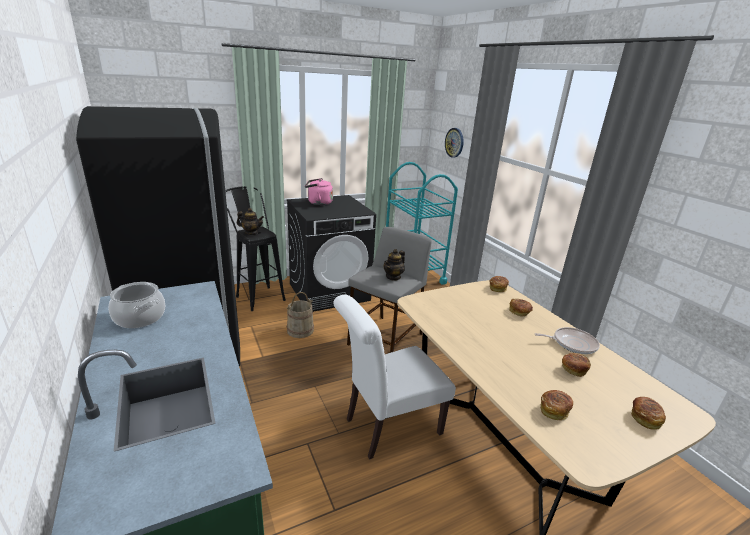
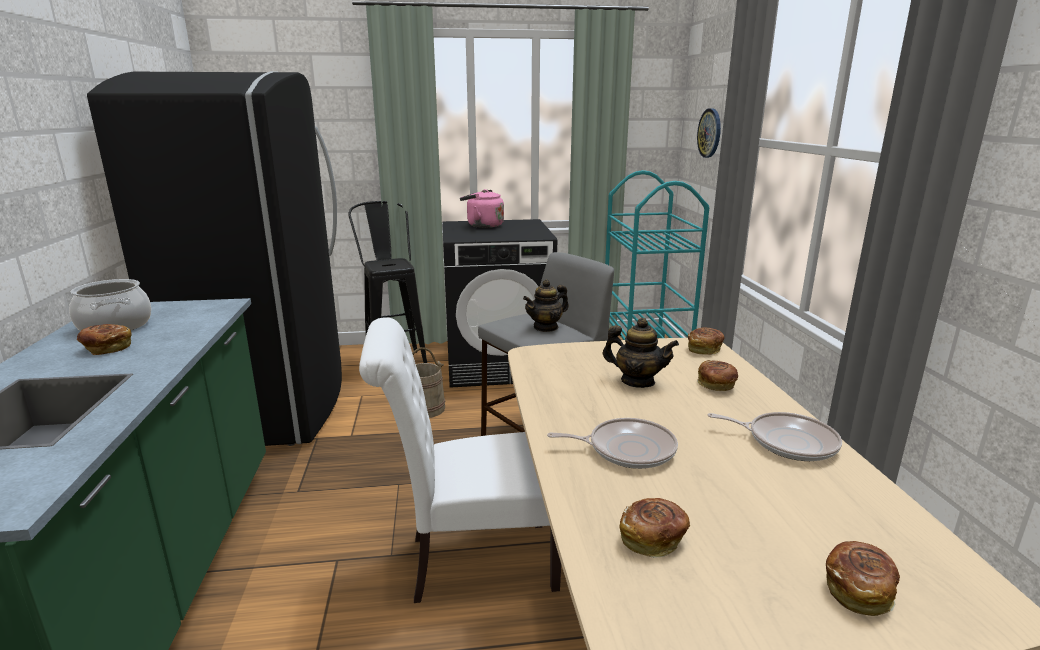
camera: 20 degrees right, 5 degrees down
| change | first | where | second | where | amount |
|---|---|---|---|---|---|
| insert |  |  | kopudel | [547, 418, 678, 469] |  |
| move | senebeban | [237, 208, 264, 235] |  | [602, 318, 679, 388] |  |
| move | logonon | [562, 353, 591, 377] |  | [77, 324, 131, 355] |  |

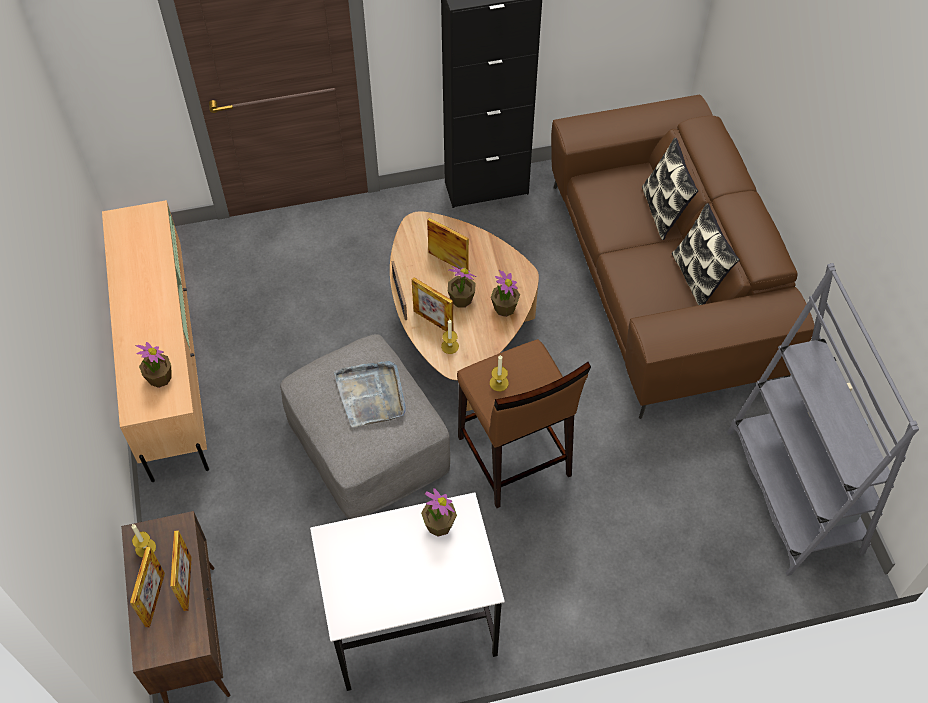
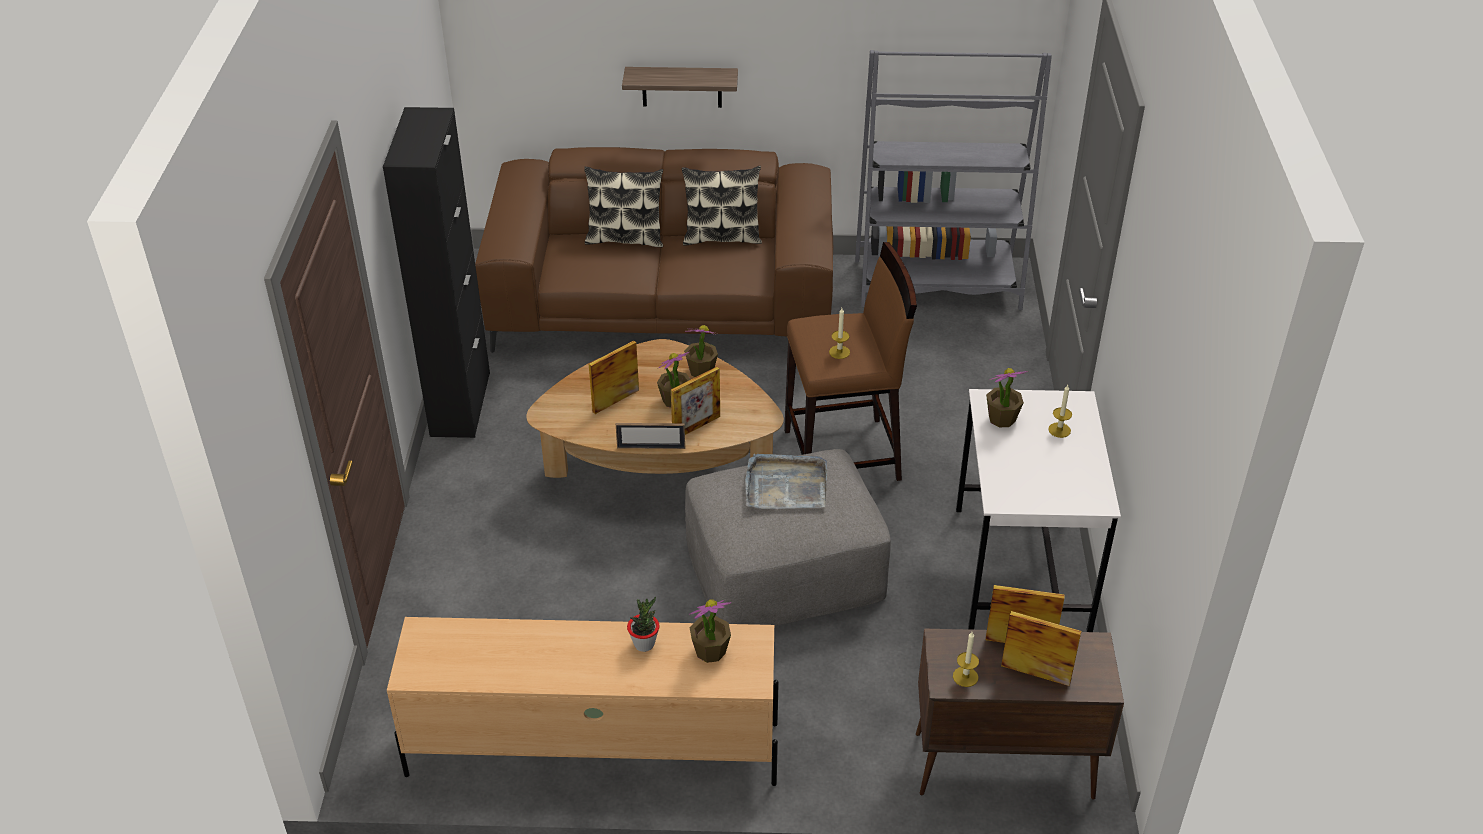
camera: 75 degrees left, 15 degrees down
| change | first | where | second | where | amount |
|---|---|---|---|---|---|
| insert |  |  | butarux | [622, 67, 738, 108] |  |
| insert |  |  | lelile | [627, 597, 660, 652] |  |
| move | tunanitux | [441, 319, 459, 354] |  | [1048, 385, 1072, 438] |  |

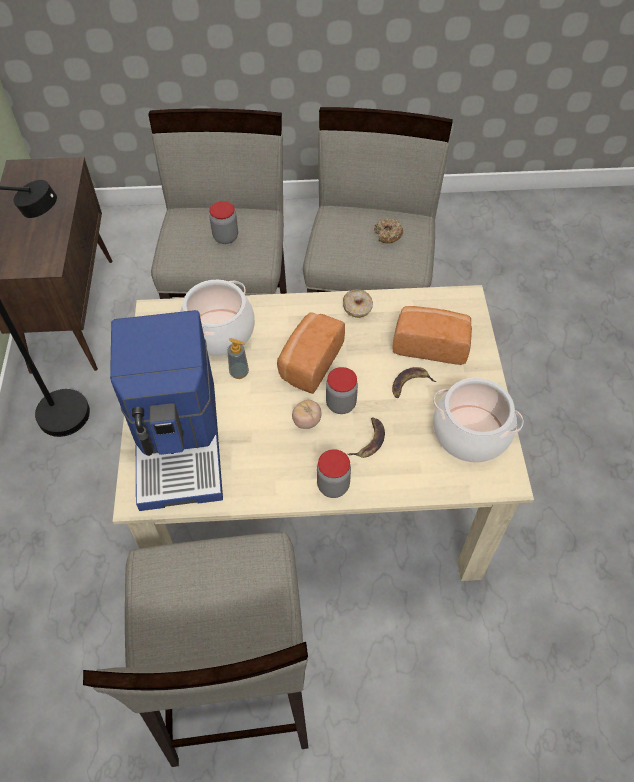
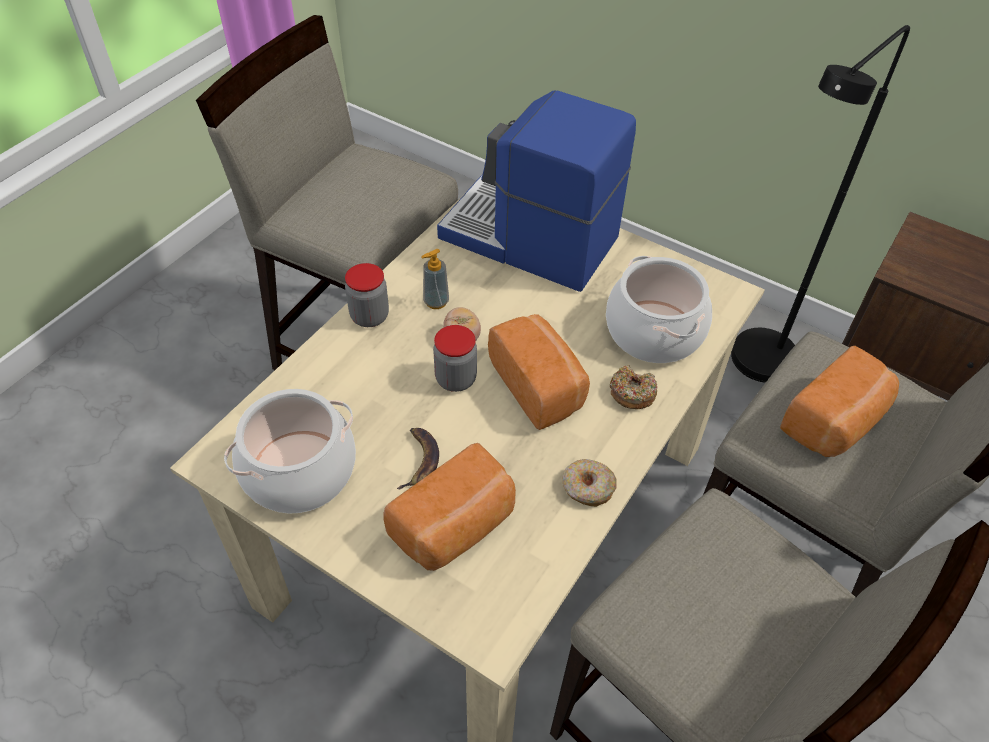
camera: 125 degrees right, 5 degrees down
| change | first | where | second | where | amount |
|---|---|---|---|---|---|
| delete | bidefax | [347, 417, 385, 458] |  |  |  |
| move | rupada | [227, 338, 249, 379] |  | [421, 249, 449, 309] |  |
| move | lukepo | [374, 218, 403, 243] |  | [610, 365, 657, 409] |  |
| replace | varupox | [209, 201, 238, 244] | logonon | [780, 346, 899, 457] |  |

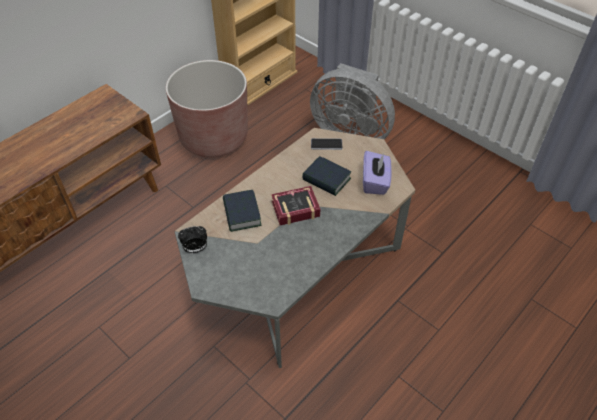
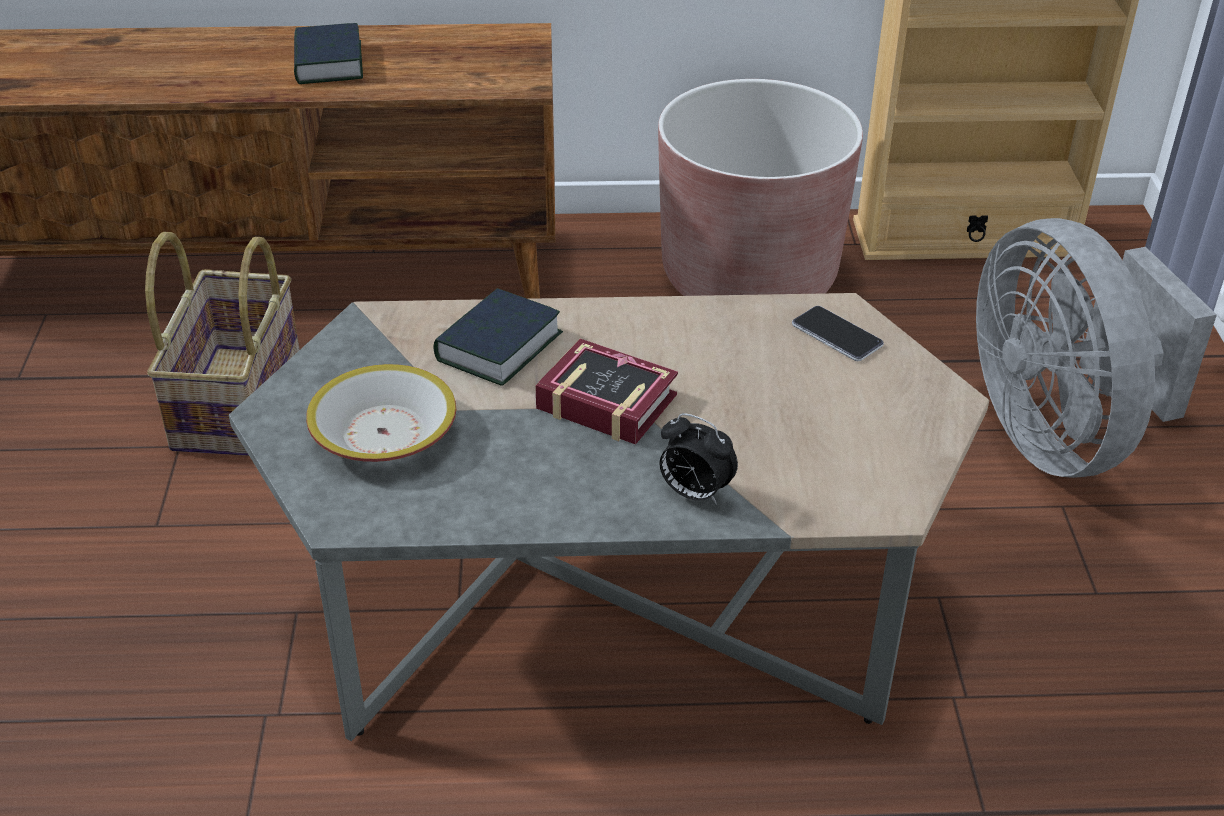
camera: 45 degrees right, 10 degrees down
| change | first | where | second | where | amount |
|---|---|---|---|---|---|
| delete | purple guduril | [363, 151, 392, 195] |  |  |  |
| insert |  |  | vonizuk | [145, 232, 300, 456] |  |
| insert |  |  | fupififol | [306, 364, 456, 462] |  |
| move | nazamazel | [178, 226, 207, 253] |  | [660, 413, 738, 505] |  |
| move | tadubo | [302, 156, 351, 196] |  | [294, 23, 363, 84] |  |

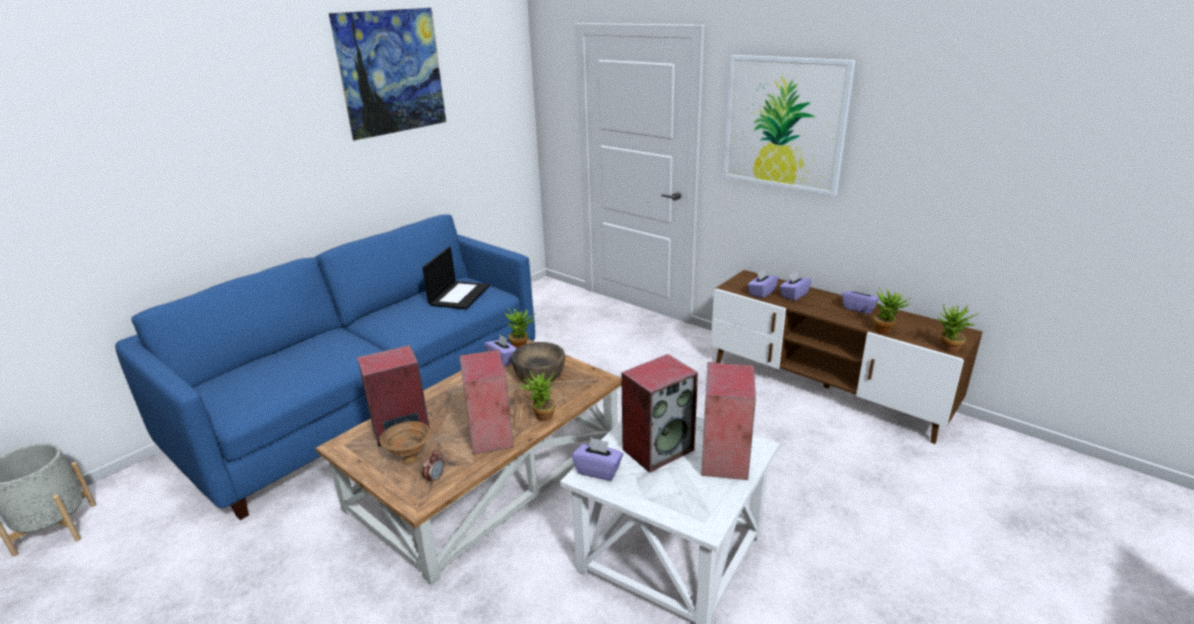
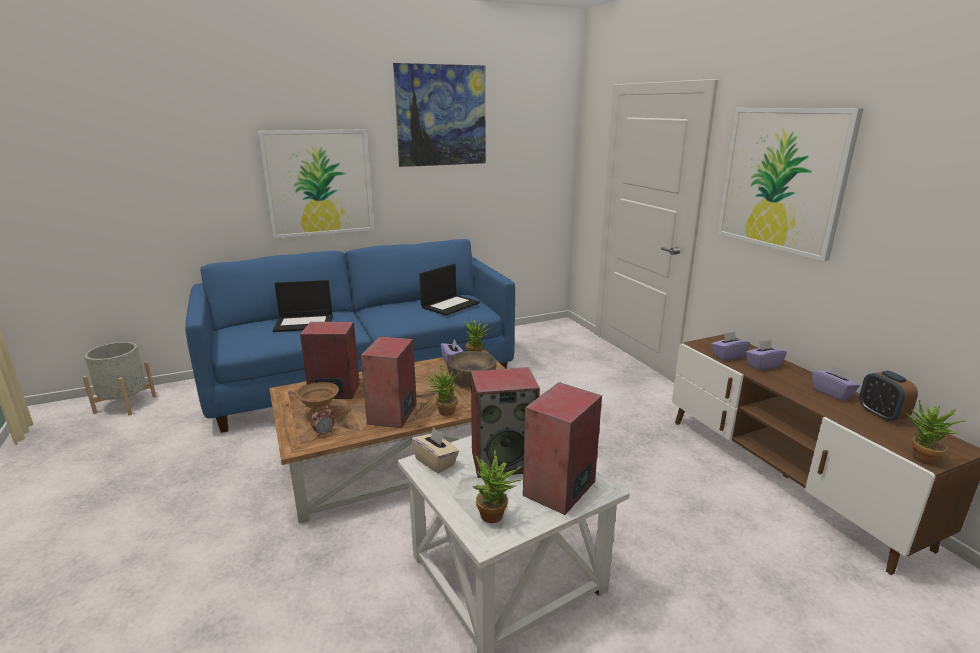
camera: 25 degrees right, 5 degrees down
| change | first | where | second | where | amount |
|---|---|---|---|---|---|
| insert |  |  | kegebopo | [258, 129, 374, 238] |  |
| insert |  |  | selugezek | [273, 280, 333, 332] |  |
| insert |  |  | nazamazel | [859, 370, 918, 422] |  |
| move | lelile | [873, 287, 910, 334] |  | [472, 450, 522, 523] |  |
| recolor | purple guduril | [572, 438, 623, 481] | beige guduril | [411, 427, 459, 473] |  |

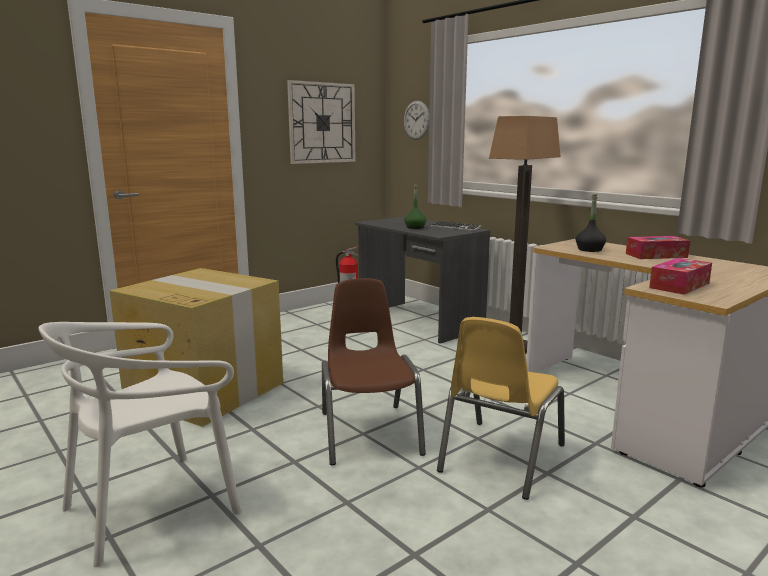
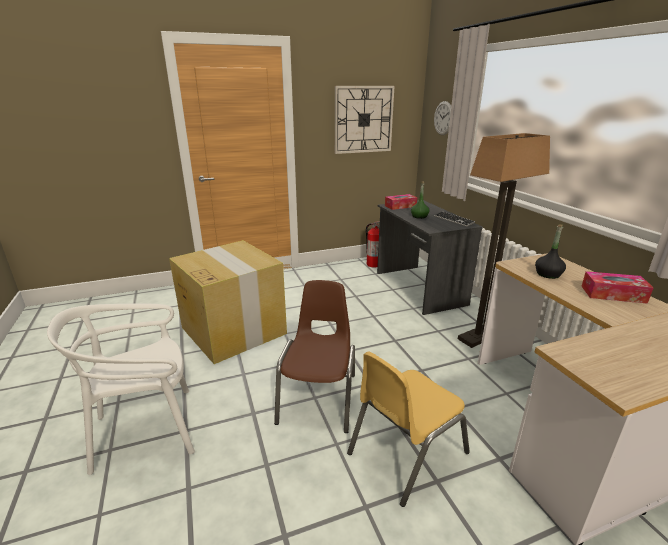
camera: 20 degrees right, 10 degrees up
| change | first | where | second | where | amount |
|---|---|---|---|---|---|
| move | guduril | [649, 258, 712, 295] |  | [385, 194, 417, 210] |  |

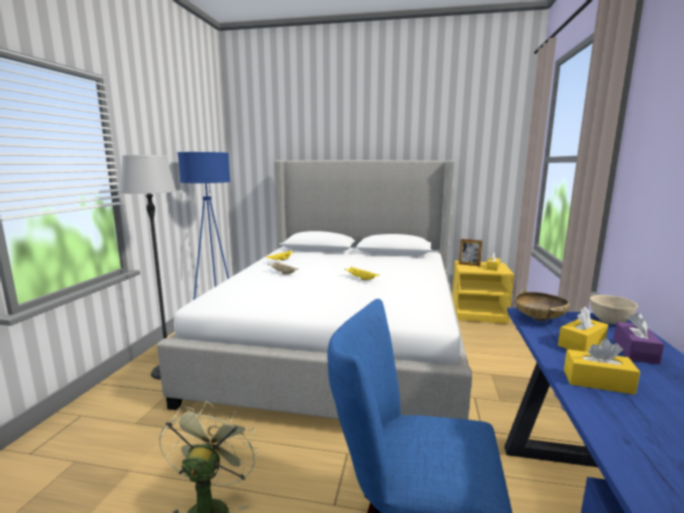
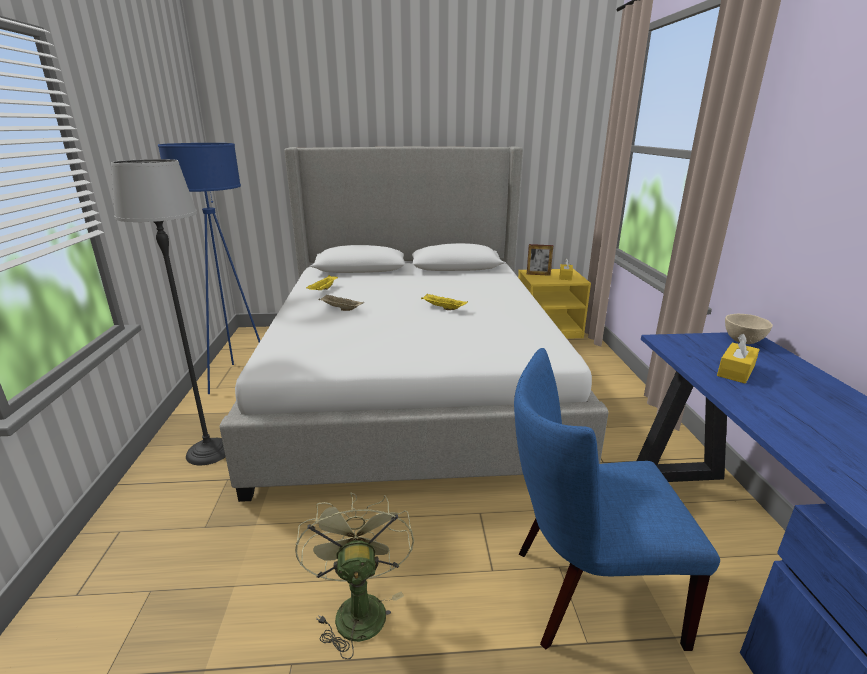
camera: 15 degrees left, 10 degrees up
| change | first | where | second | where | amount |
|---|---|---|---|---|---|
| delete | beige fupififol | [515, 290, 570, 321] |  |  |  |
| delete | yellow guduril | [564, 339, 640, 395] |  |  |  |
| delete | purple guduril | [613, 312, 664, 365] |  |  |  |

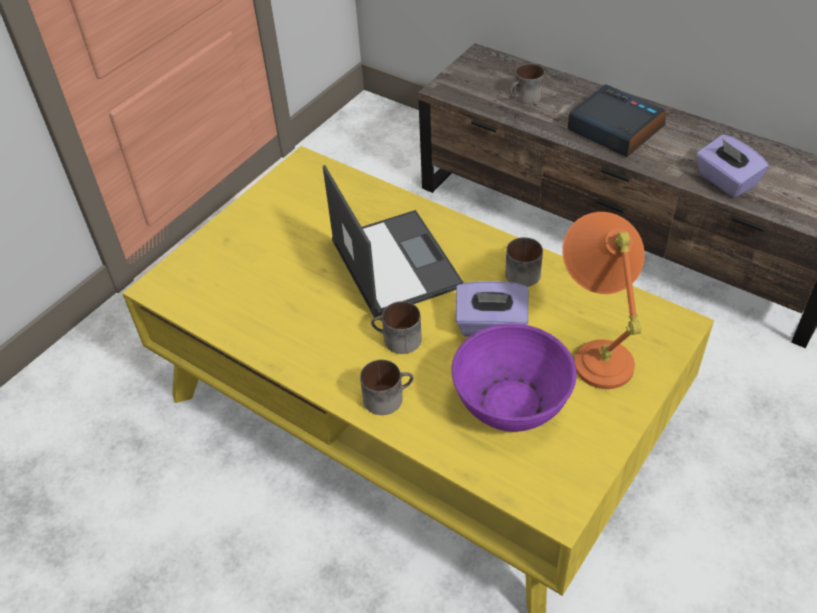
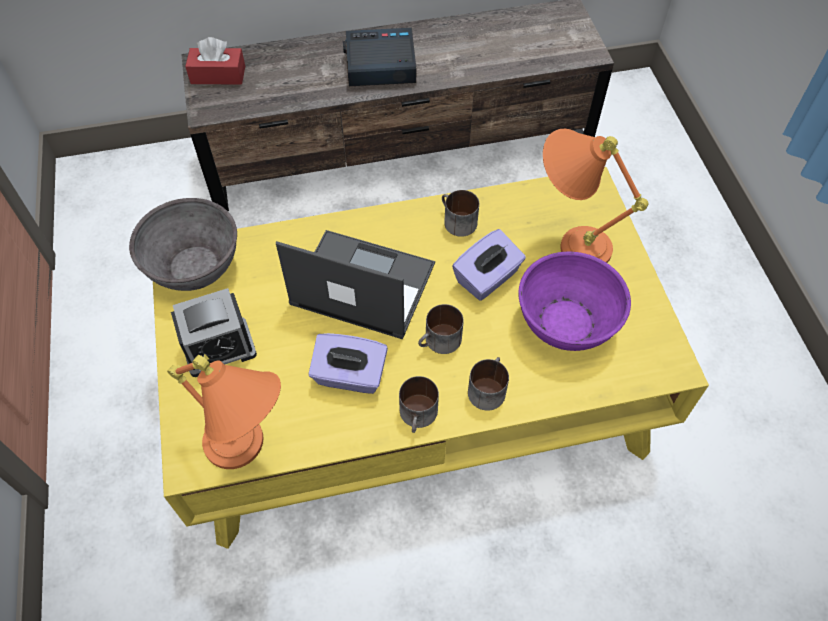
camera: 50 degrees left, 10 degrees up
| change | first | where | second | where | amount |
|---|---|---|---|---|---|
| insert |  |  | grey fupififol | [129, 198, 237, 291] |  |
| insert |  |  | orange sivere | [167, 354, 281, 469] |  |
| insert |  |  | nazamazel | [171, 288, 257, 377] |  |
| insert |  |  | red guduril | [185, 37, 245, 85] |  |
| move | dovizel | [510, 63, 545, 104] |  | [399, 376, 439, 433] |  |
| move | purple guduril | [696, 134, 769, 198] |  | [309, 333, 388, 394] |  |

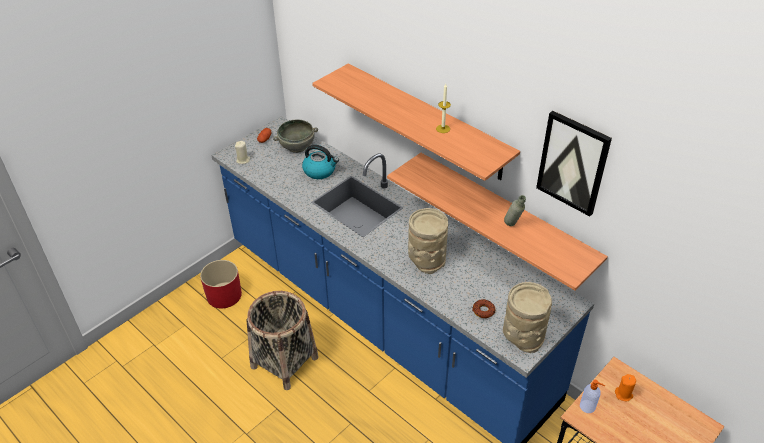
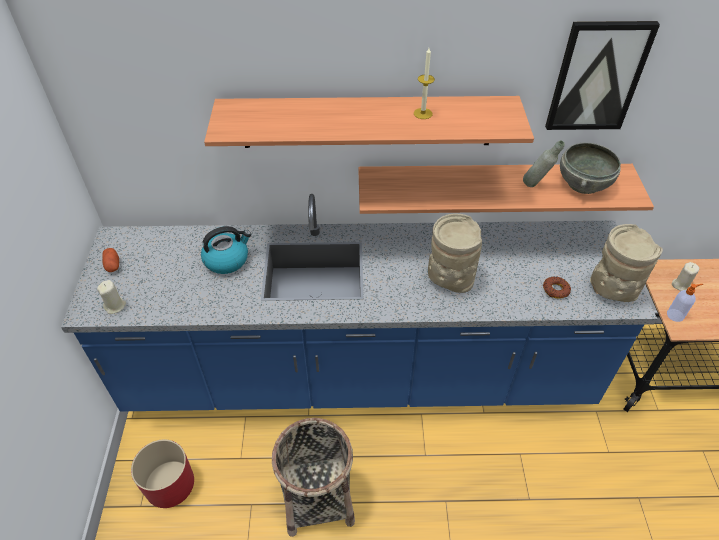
camera: 45 degrees left, 5 degrees up
| change | first | where | second | where | amount |
|---|---|---|---|---|---|
| move | grey fupififol | [273, 119, 318, 153] |  | [560, 143, 621, 194] |  |
| recolor | orange tunanitux | [615, 374, 636, 401] | beige tunanitux | [672, 262, 699, 291] |  |

